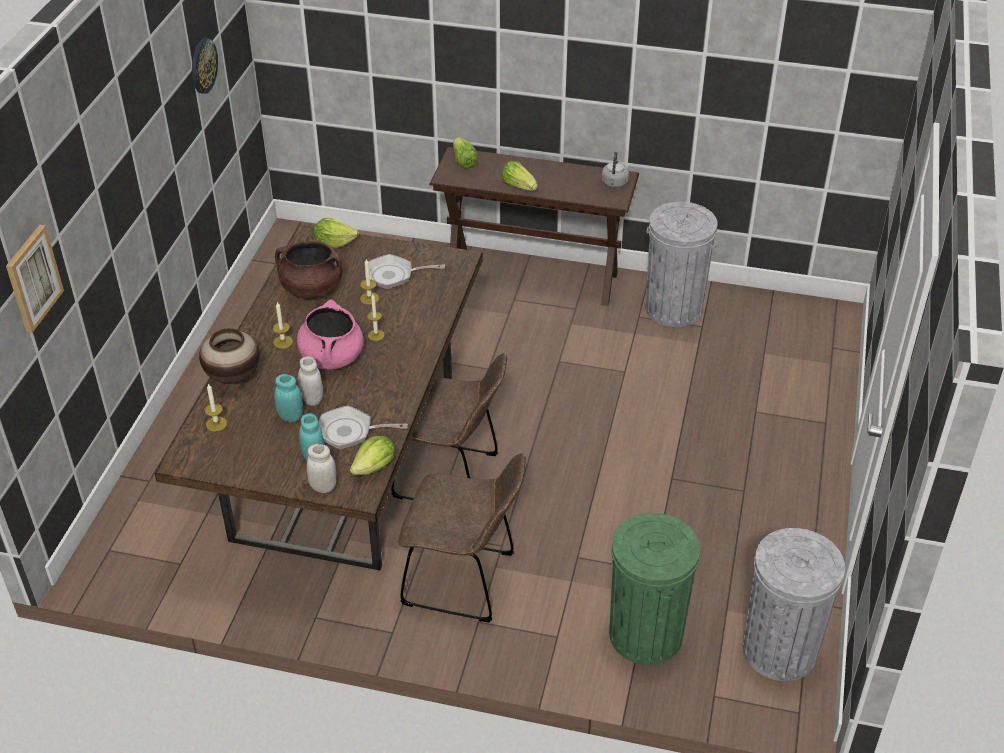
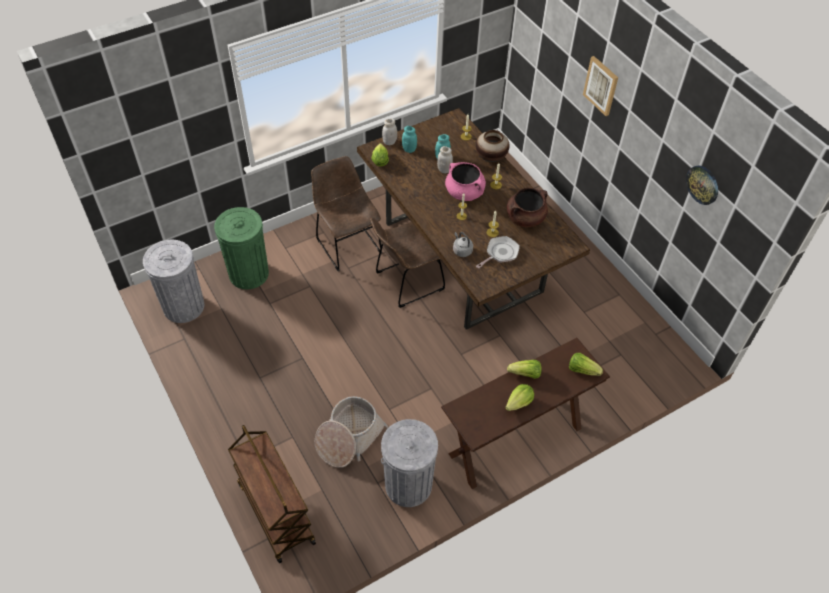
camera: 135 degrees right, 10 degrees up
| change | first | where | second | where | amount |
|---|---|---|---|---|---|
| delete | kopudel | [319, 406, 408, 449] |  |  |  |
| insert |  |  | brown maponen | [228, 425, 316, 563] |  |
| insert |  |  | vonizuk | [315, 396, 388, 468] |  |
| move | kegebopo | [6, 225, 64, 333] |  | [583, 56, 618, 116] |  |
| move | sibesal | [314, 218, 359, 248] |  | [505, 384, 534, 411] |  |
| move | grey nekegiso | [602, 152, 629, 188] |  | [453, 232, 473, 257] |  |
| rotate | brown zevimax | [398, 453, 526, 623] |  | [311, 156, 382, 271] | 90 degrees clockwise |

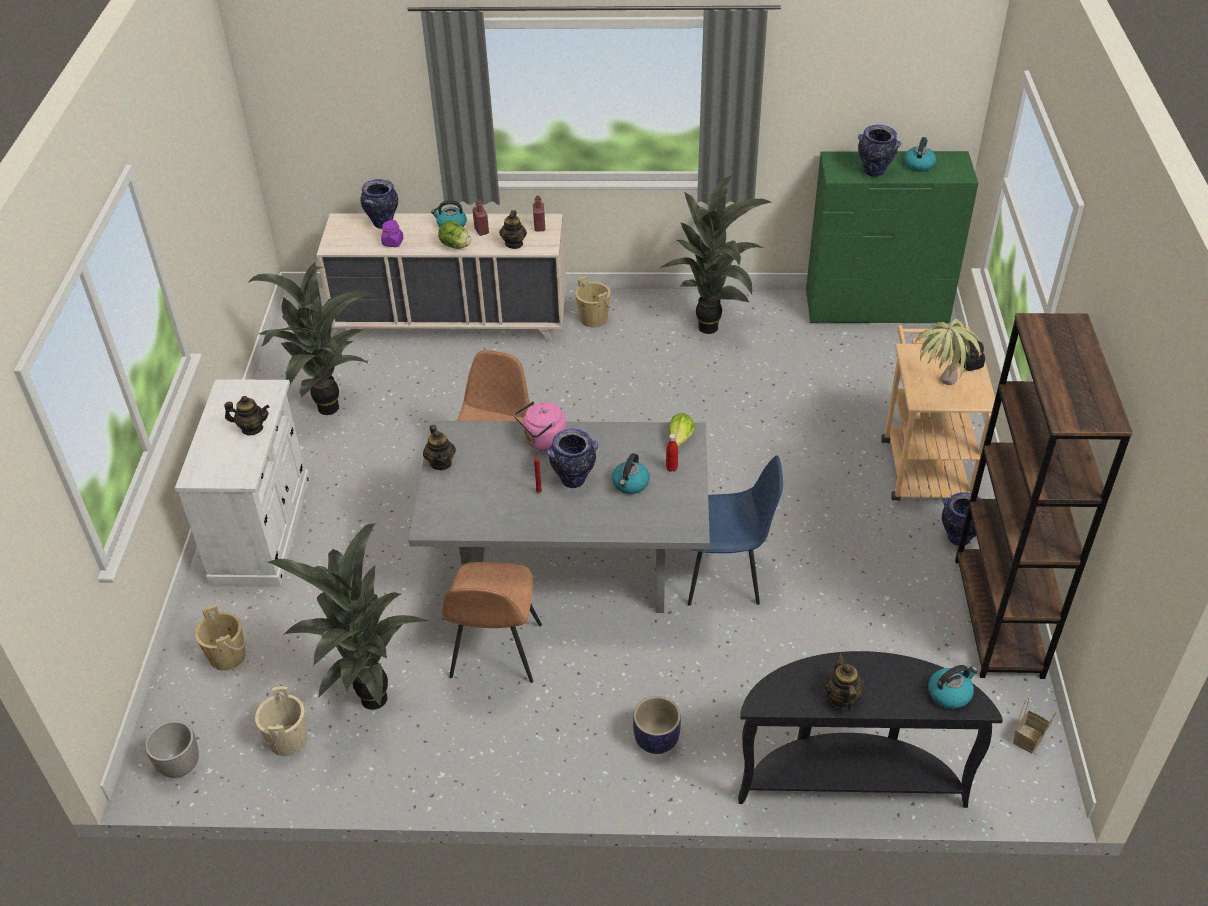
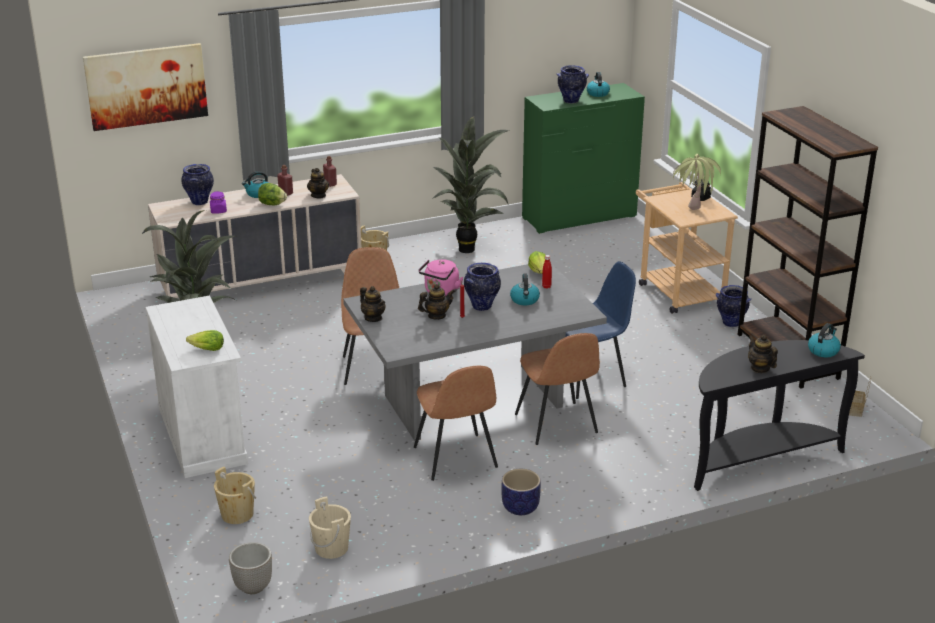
camera: 25 degrees left, 15 degrees down
| change | first | where | second | where | amount |
|---|---|---|---|---|---|
| delete | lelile | [268, 523, 428, 710] |  |  |  |
| insert |  |  | kegebopo | [83, 43, 208, 131] |  |
| insert |  |  | sibesal | [186, 330, 224, 351] |  |
| insert |  |  | brown zevimax | [515, 333, 600, 445] |  |
| move | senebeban | [224, 396, 270, 435] |  | [418, 284, 455, 320] |  |
| move | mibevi | [633, 696, 681, 754] |  | [502, 469, 541, 515] |  |

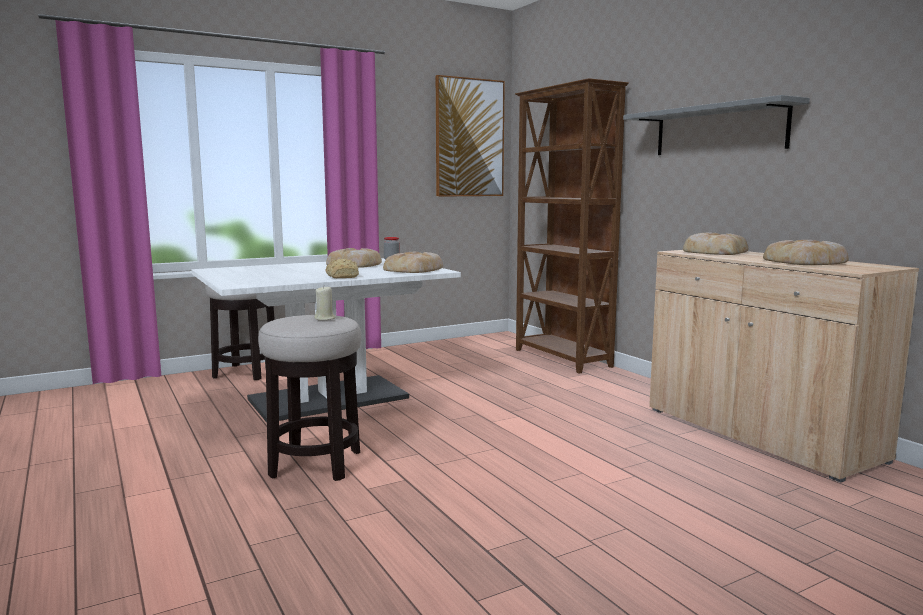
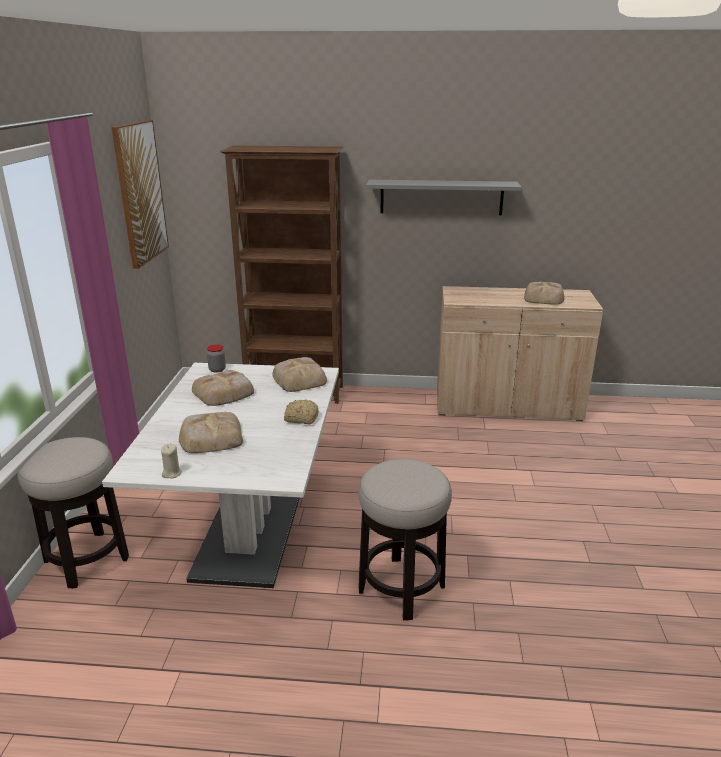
camera: 55 degrees left, 15 degrees up
| change | first | where | second | where | amount |
|---|---|---|---|---|---|
| move | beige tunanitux | [314, 286, 336, 320] |  | [161, 444, 182, 478] |  |
| move | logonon | [683, 233, 748, 255] |  | [179, 412, 243, 453] |  |

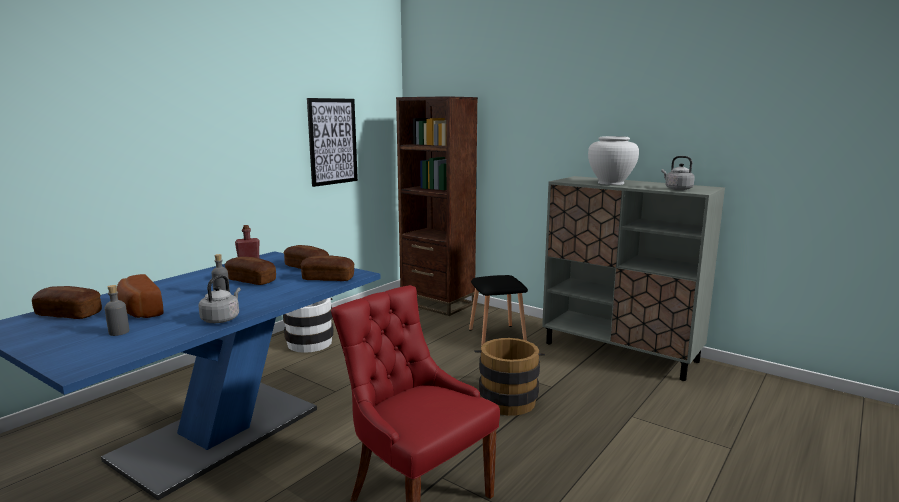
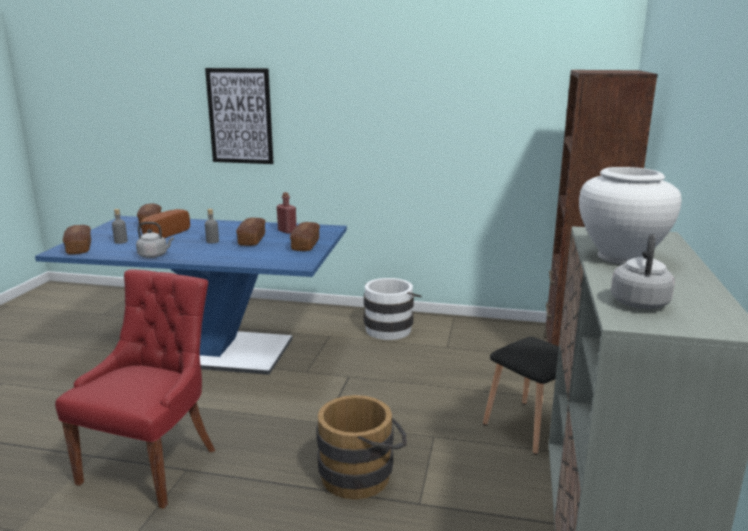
camera: 65 degrees right, 5 degrees up
| change | first | where | second | where | amount |
|---|---|---|---|---|---|
| move | logonon | [301, 255, 354, 281] |  | [63, 225, 91, 254] |  |
| move | kegebopo | [307, 98, 358, 187] |  | [205, 68, 274, 164] |  |

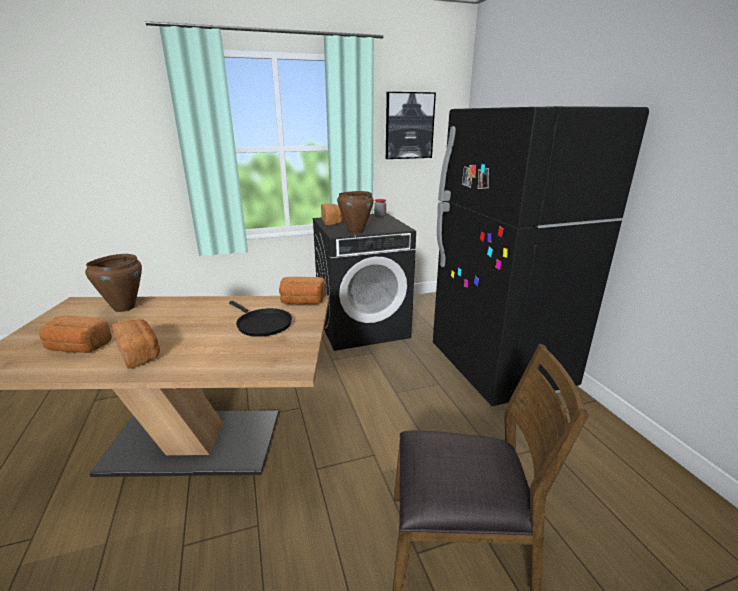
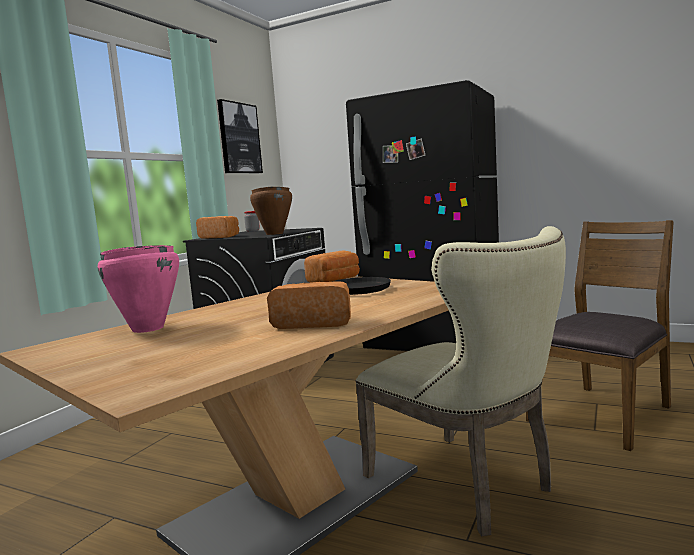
camera: 45 degrees left, 15 degrees down
| change | first | where | second | where | amount |
|---|---|---|---|---|---|
| delete | logonon | [39, 315, 112, 353] |  |  |  |
| insert |  |  | beige zevimax | [356, 226, 566, 536] |  |
| recolor | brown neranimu | [85, 254, 142, 312] | pink neranimu | [98, 245, 179, 333] |  |

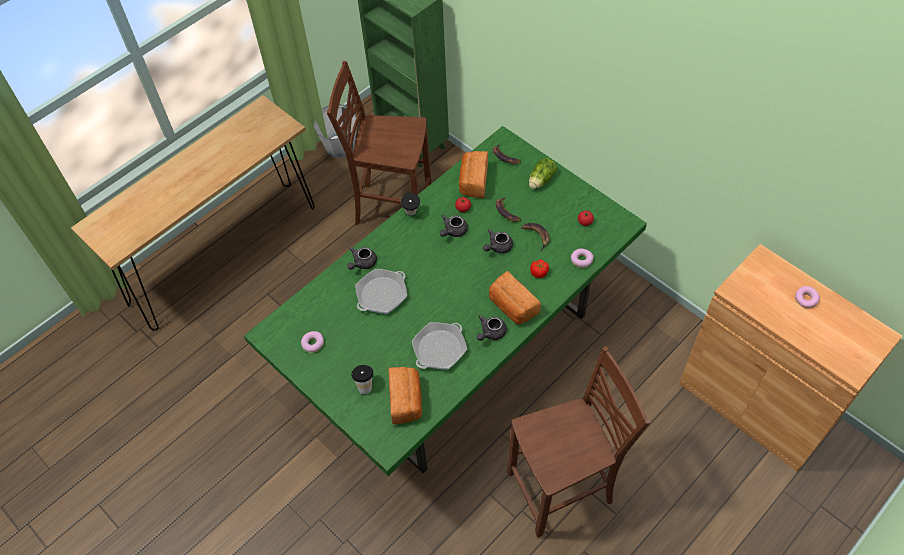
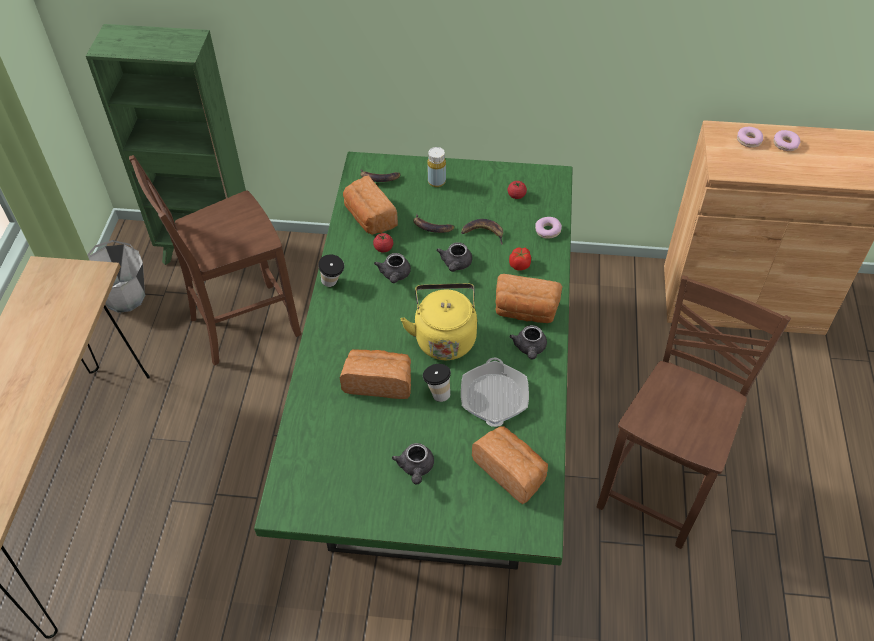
camera: 40 degrees left, 5 degrees down
| change | first | where | second | where | amount |
|---|---|---|---|---|---|
| insert |  |  | yellow nekegiso | [401, 283, 477, 360] |  |
| move | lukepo | [301, 331, 324, 353] |  | [737, 127, 763, 148] |  |
| move | grey senebeban | [347, 247, 377, 270] |  | [392, 443, 434, 485] |  |
| move | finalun | [351, 365, 373, 394] |  | [423, 364, 451, 402] |  |
| replace | kopudel | [355, 269, 407, 314] | logonon | [340, 350, 411, 399] |  |
| replace | sibesal | [529, 158, 557, 189] | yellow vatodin | [427, 147, 446, 187] |  |

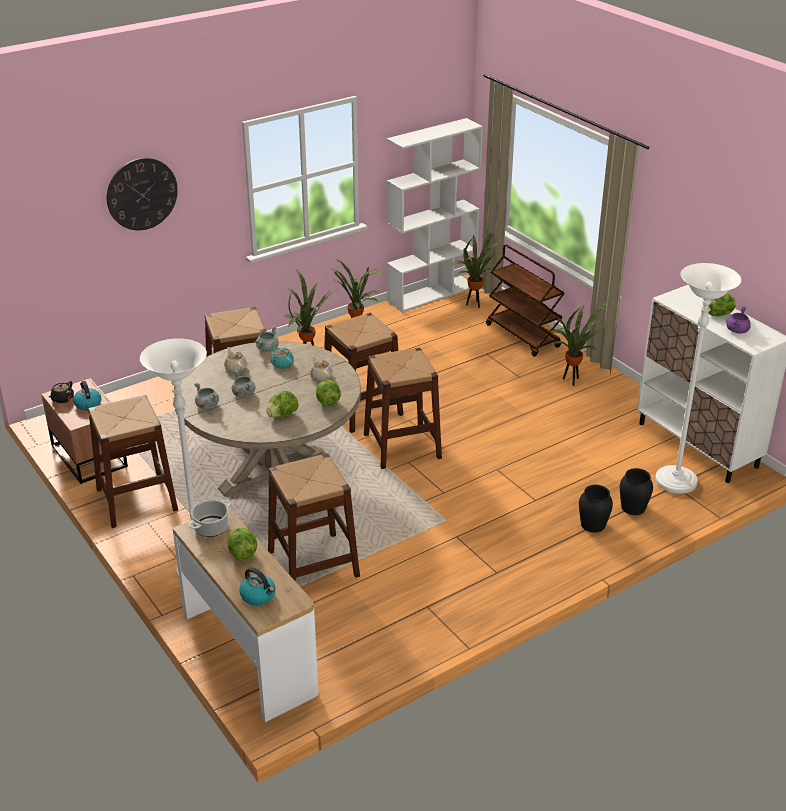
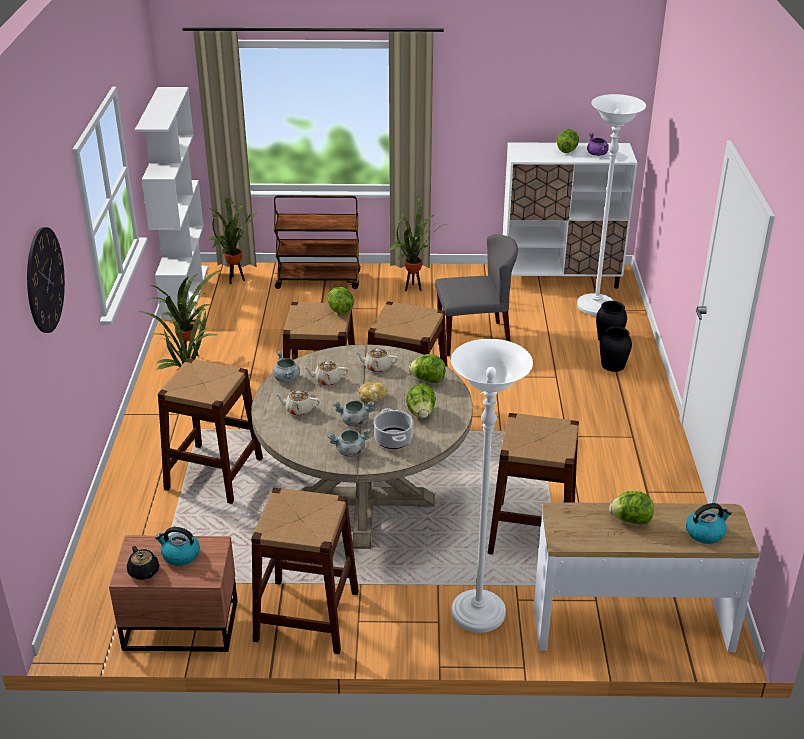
camera: 55 degrees left, 0 degrees up
| change | first | where | second | where | amount |
|---|---|---|---|---|---|
| insert |  |  | sibesal | [327, 287, 354, 315] |  |
| insert |  |  | logonon | [359, 382, 387, 403] |  |
| insert |  |  | grey zevimax | [435, 234, 518, 356] |  |
| move | neranimu | [189, 500, 231, 537] |  | [373, 408, 413, 449] |  |
| recolor | turquoise senebeban | [271, 344, 294, 368] | beige senebeban | [304, 361, 348, 386] |  |

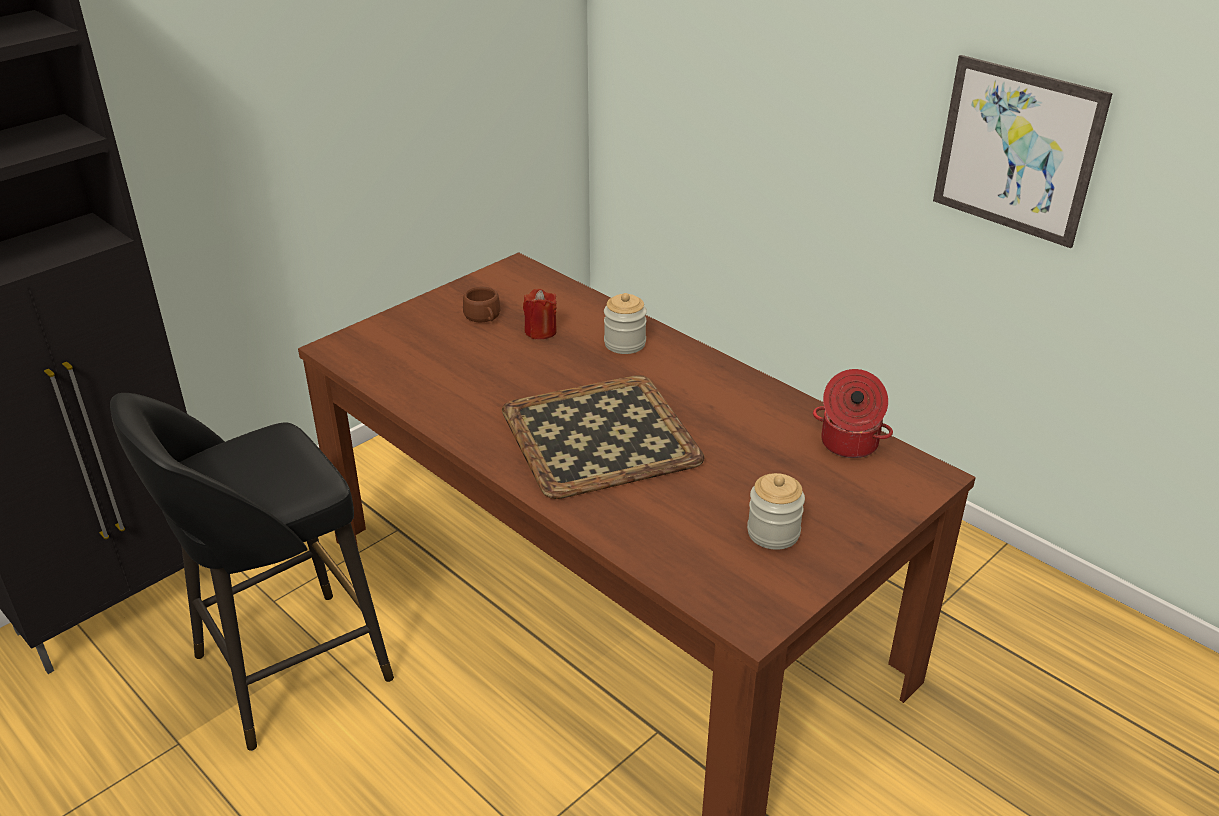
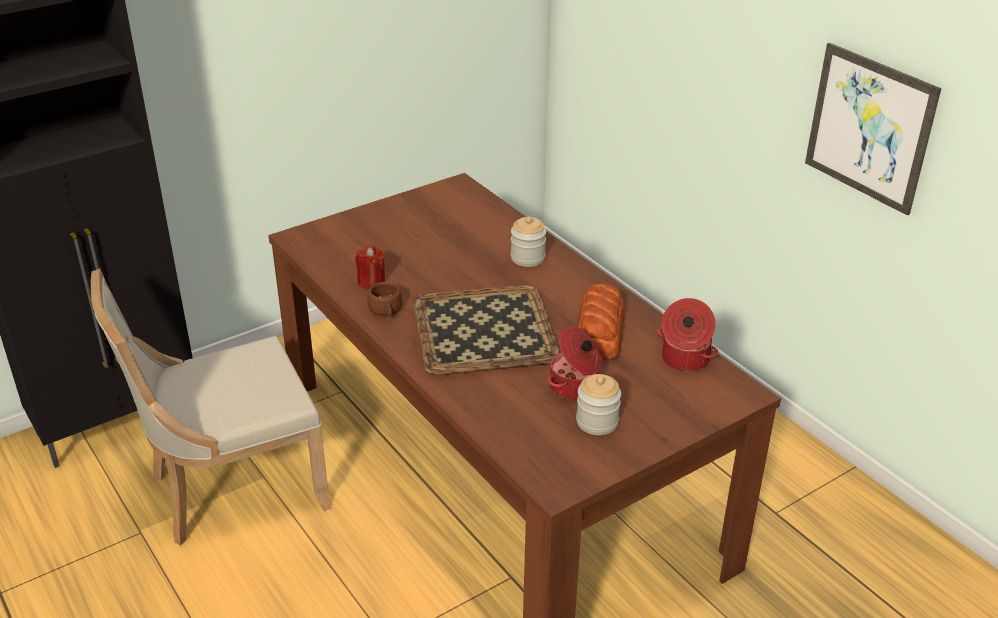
camera: 10 degrees right, 0 degrees up
| change | first | where | second | where | amount |
|---|---|---|---|---|---|
| insert |  |  | neranimu | [548, 326, 602, 400] |  |
| insert |  |  | logonon | [577, 284, 625, 360] |  |
| move | brown finalun | [463, 286, 500, 322] |  | [368, 282, 402, 317] |  |
| move | red tunanitux | [523, 289, 557, 339] |  | [355, 245, 386, 289] |  |
| replace | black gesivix | [110, 393, 394, 751] | beige zevimax | [91, 269, 332, 545] |  |

